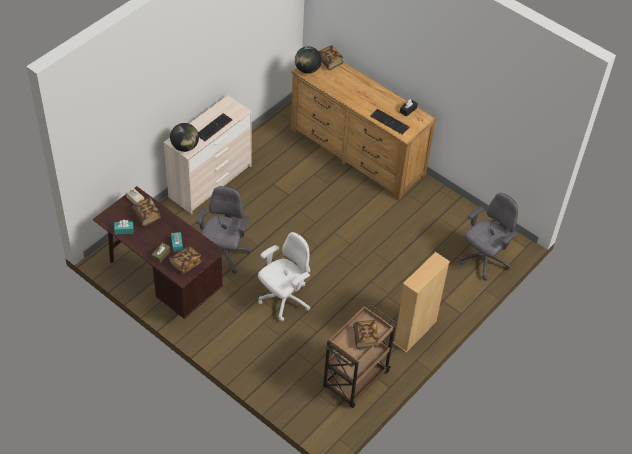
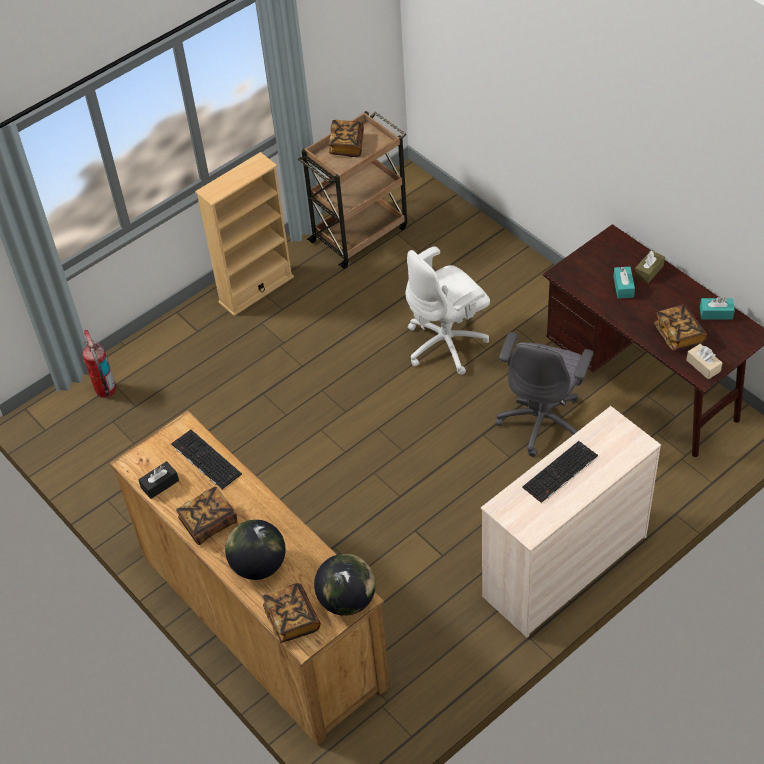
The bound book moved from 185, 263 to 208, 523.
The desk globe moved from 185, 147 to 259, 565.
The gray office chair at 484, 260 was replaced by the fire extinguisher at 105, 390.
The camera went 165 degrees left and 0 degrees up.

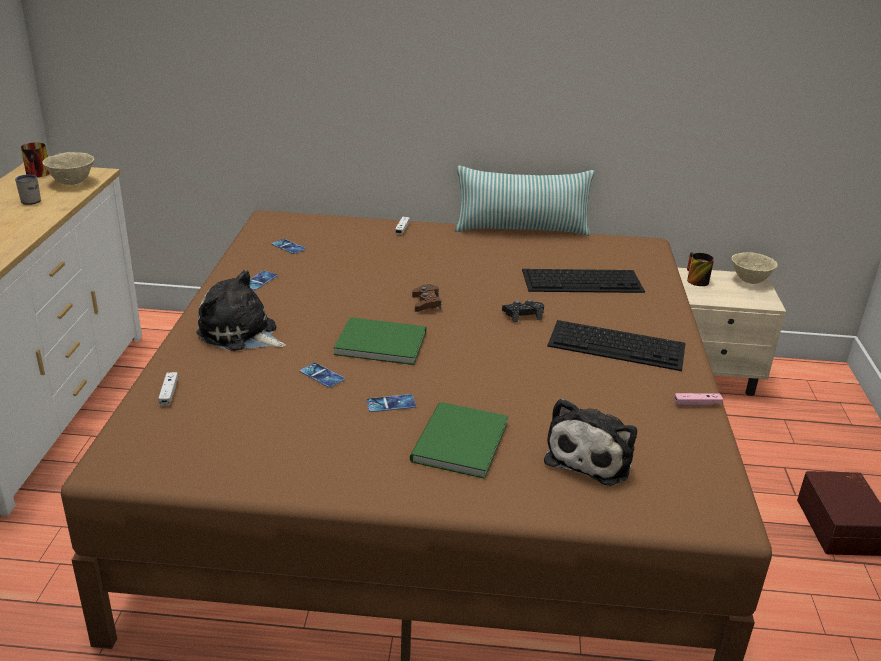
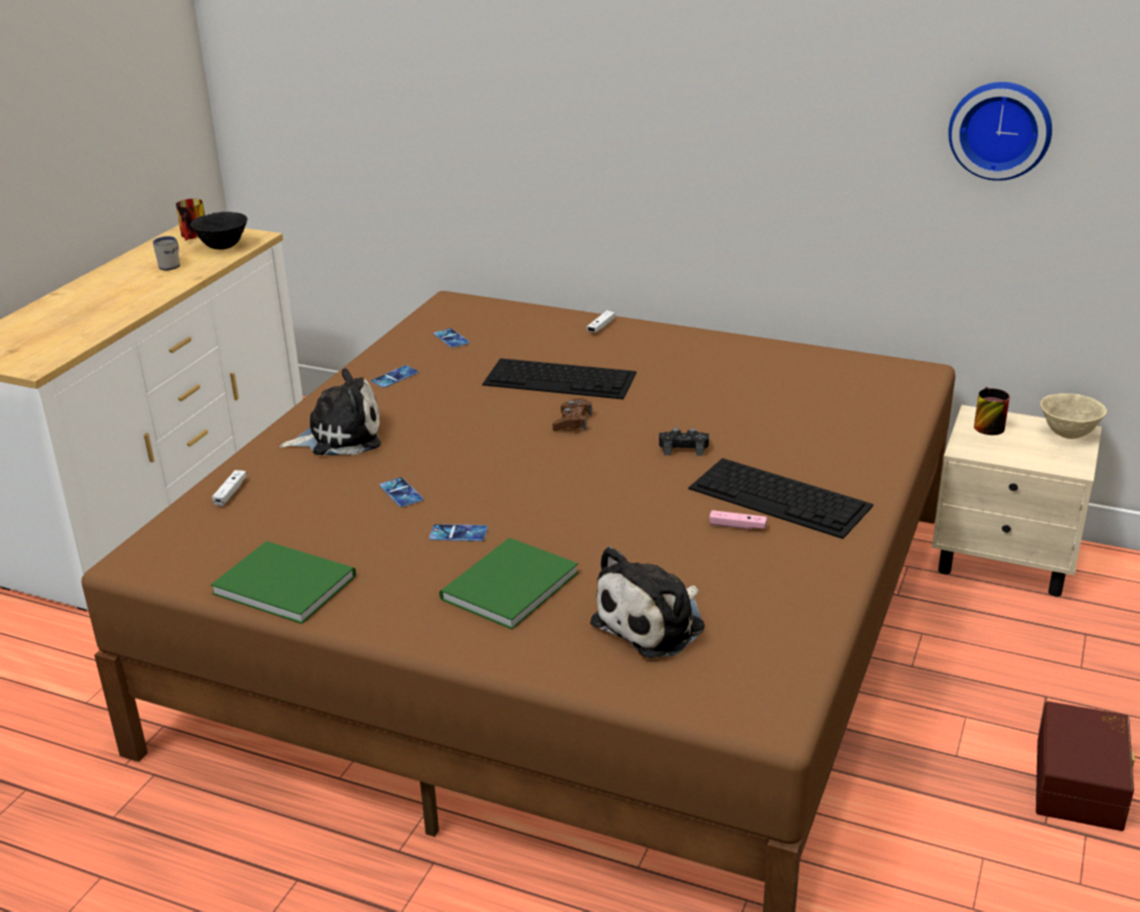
The sand-coloured deep dish at 72, 182 became the black deep dish at 223, 247.
The plush toy at 240, 334 turned 120 degrees clockwise.
The green-coloured bound book moved from 379, 342 to 283, 582.
The cushion at 521, 230 disappeared.
The computer keyboard moved from 583, 280 to 561, 378.
The pinkish joypad moved from 697, 404 to 737, 526.
The hanging clock at 1000, 129 appeared.
The camera went 20 degrees right and 0 degrees up.

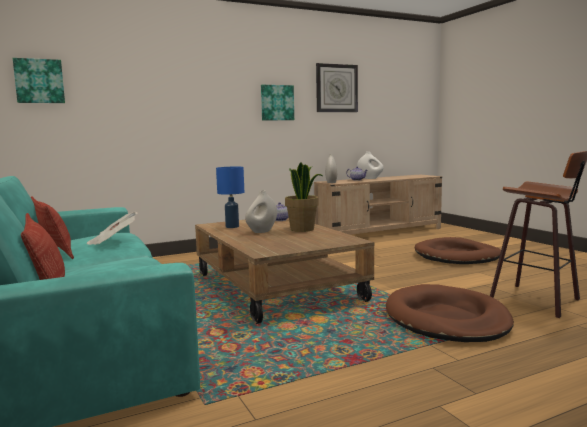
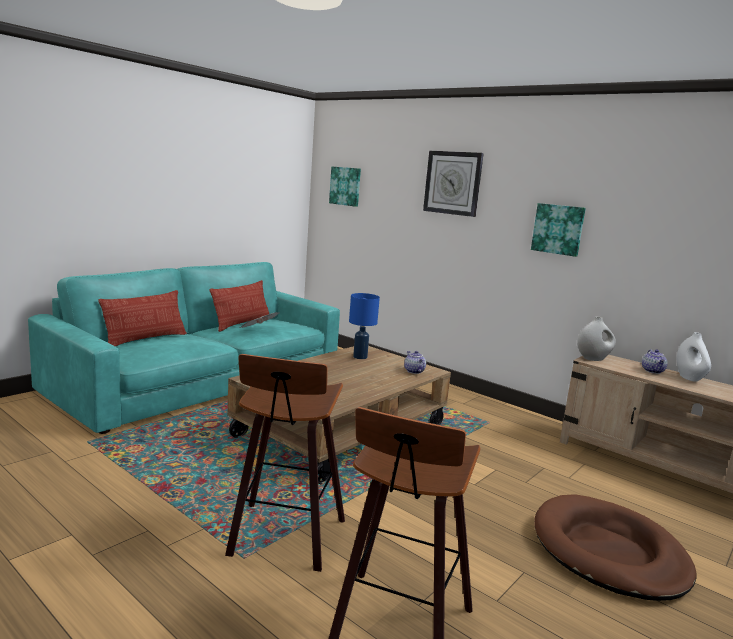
The white vase at 262, 231 disappeared.
The houseplant at 302, 229 disappeared.
The hanging clock moved from 336, 88 to 453, 183.
The brownish dog bed at 446, 319 was replaced by the sitting stool at 285, 538.
The camera went 65 degrees right and 5 degrees up.

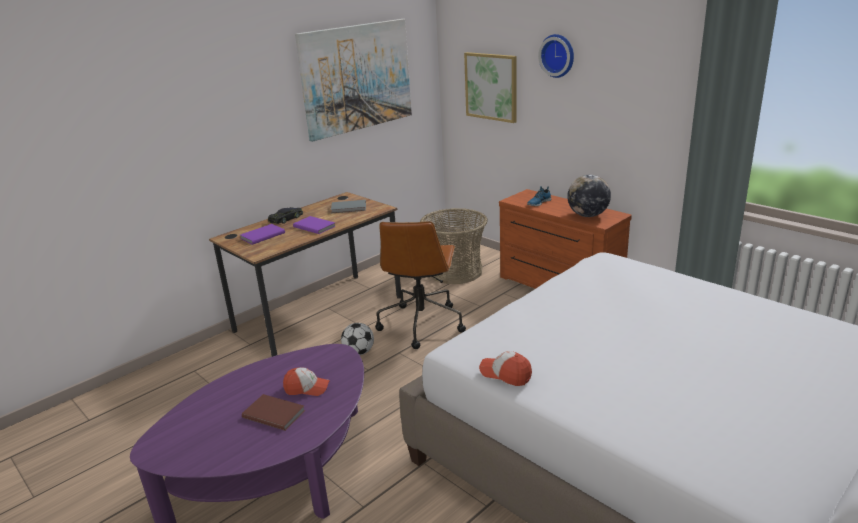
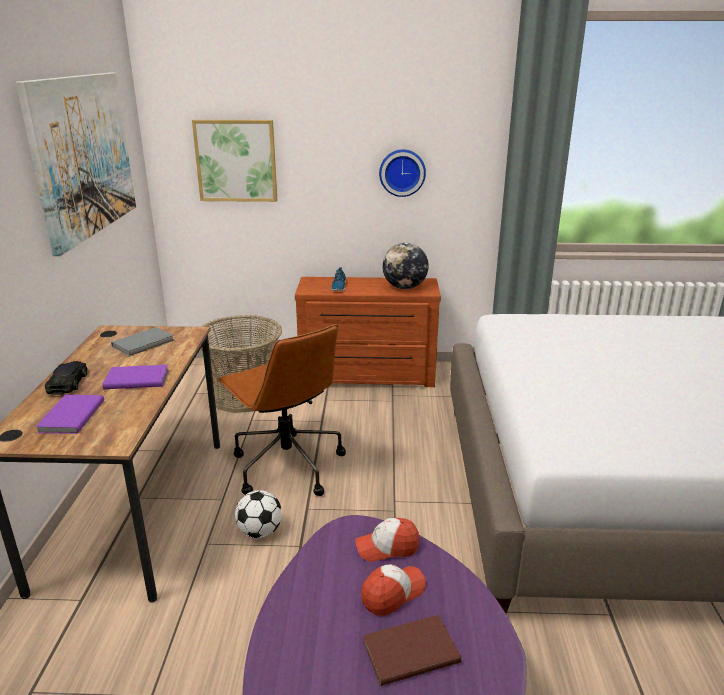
The peaked cap moved from 505, 374 to 387, 547.
The hanging clock moved from 558, 55 to 402, 172.
The camera went 45 degrees left and 0 degrees up.

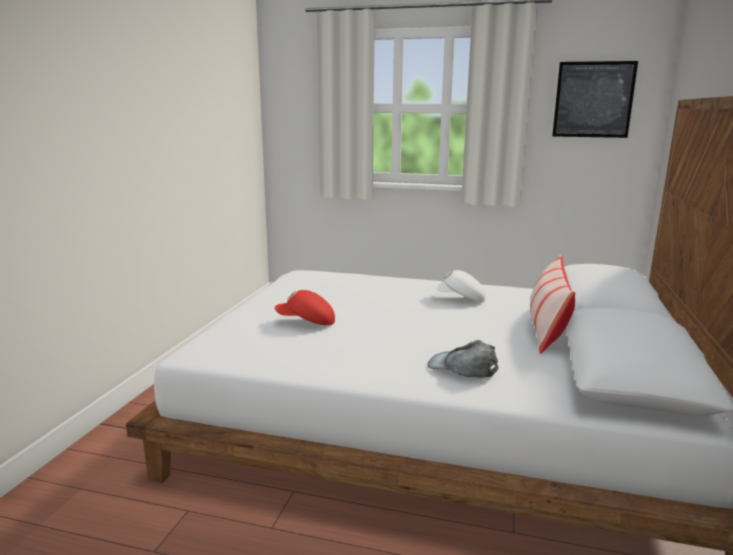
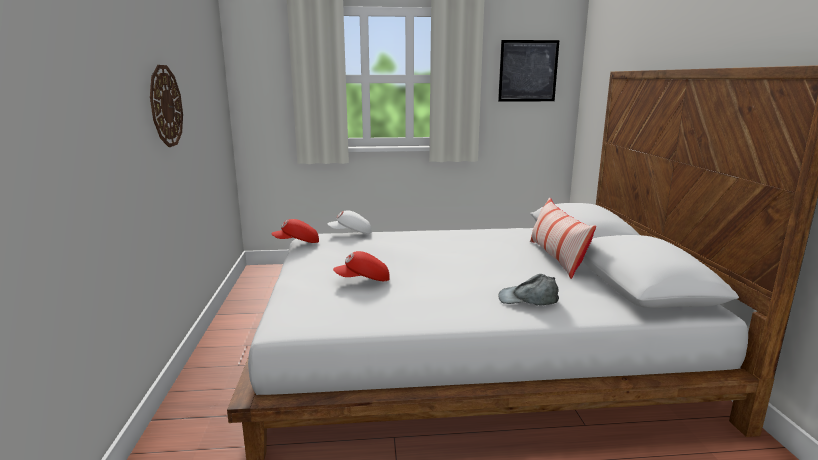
The white peaked cap moved from 459, 299 to 351, 233.
The hanging clock at 165, 106 appeared.
The red peaked cap at 297, 243 appeared.
The camera went 20 degrees left and 0 degrees up.

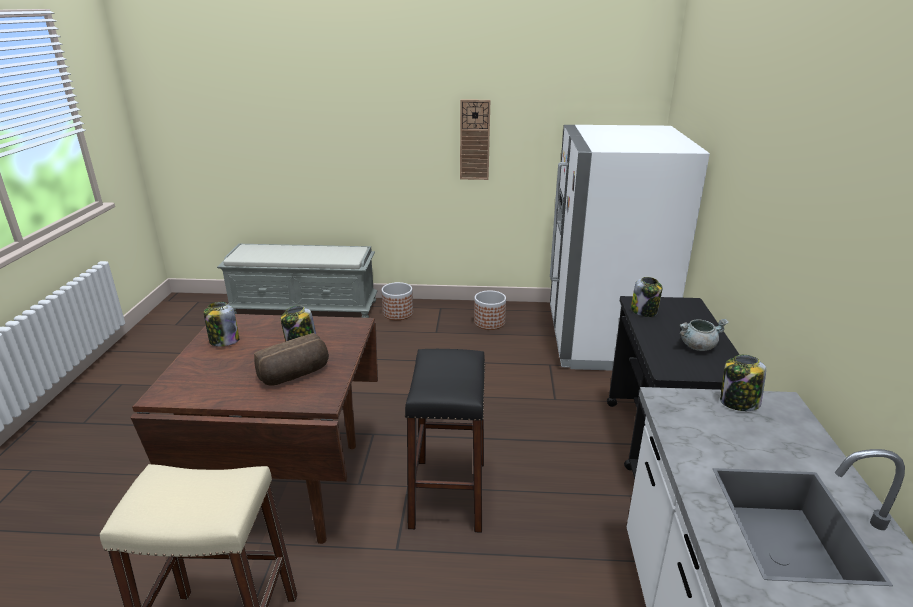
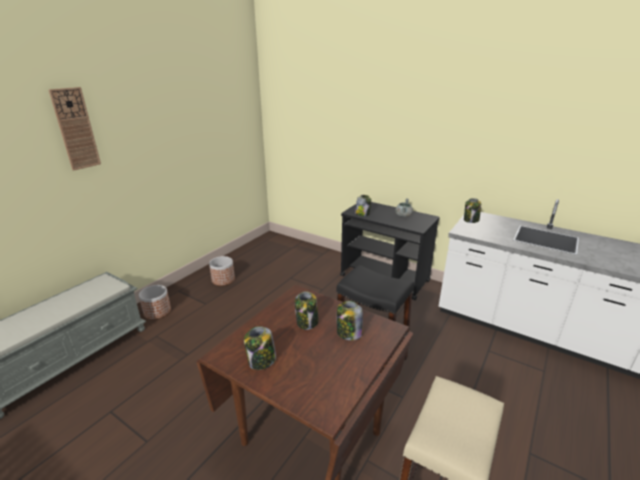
The baked bread at 295, 375 was replaced by the storage jar at 348, 333.
The hanging clock moved from 474, 140 to 75, 129.
The white refrigerator at 603, 340 disappeared.
The camera went 60 degrees left and 0 degrees up.

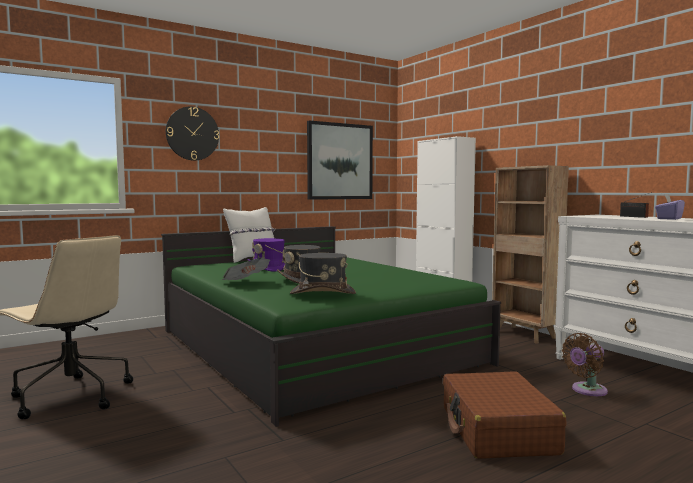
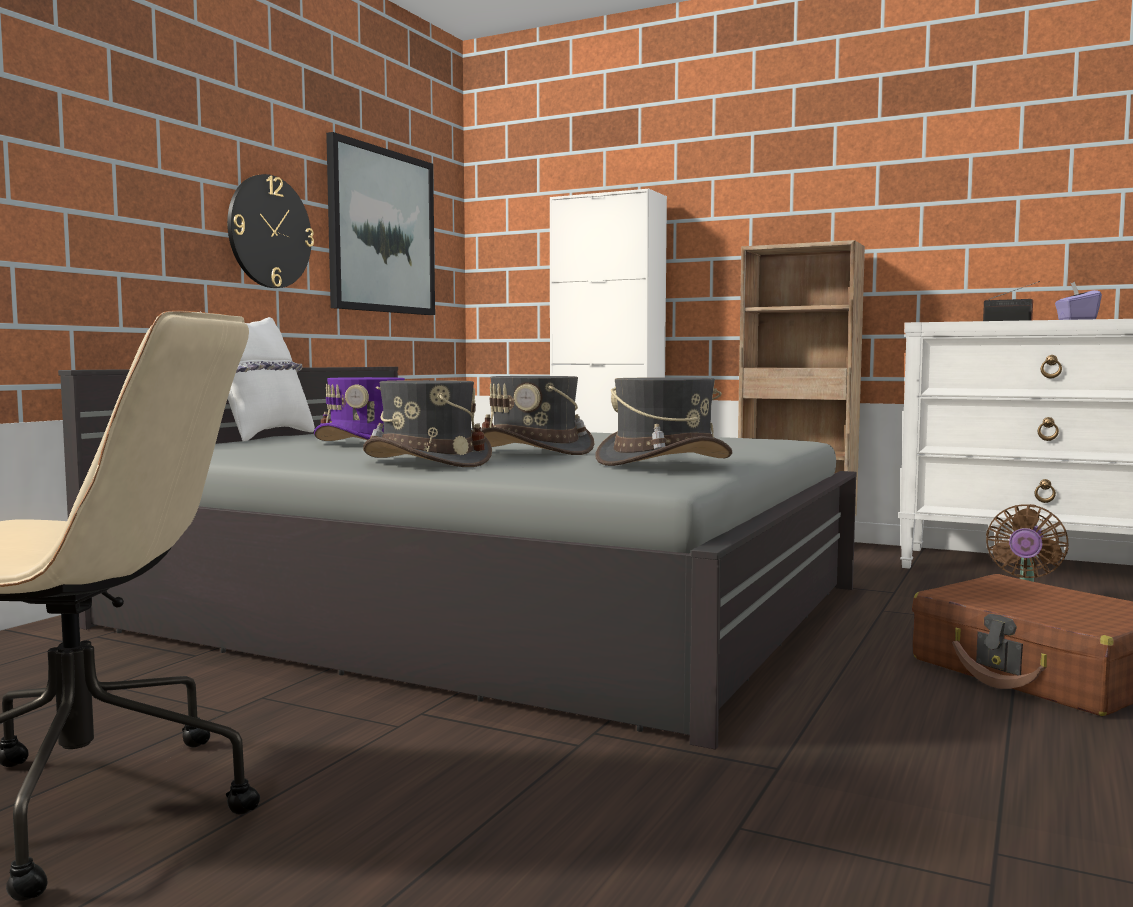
The green-coloured bedroom bed at 313, 346 became the gray bedroom bed at 491, 606.
The hanging clock moved from 192, 133 to 269, 232.
The daily paper at 246, 283 was replaced by the gray clothing hat at 427, 462.
The camera went 30 degrees left and 0 degrees up.

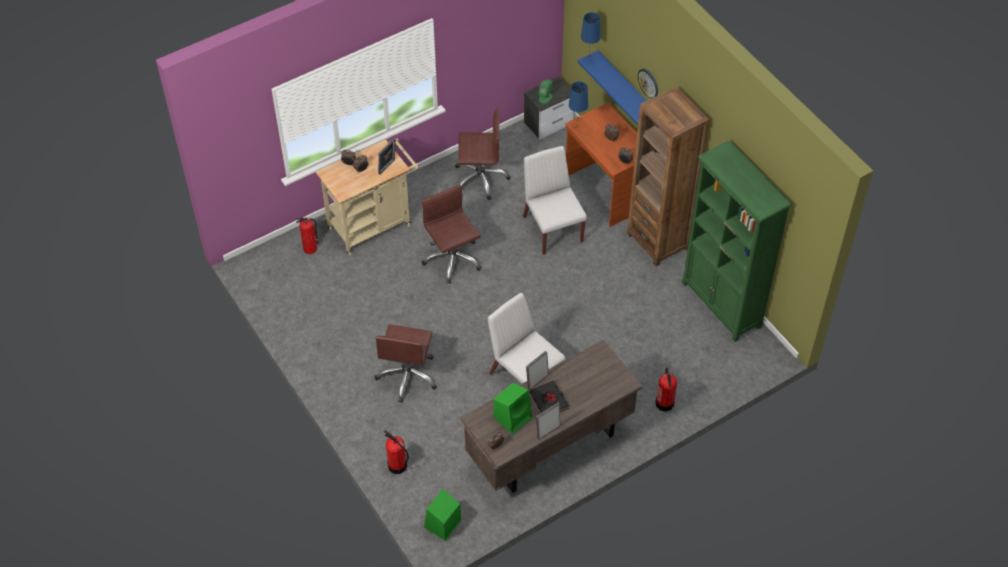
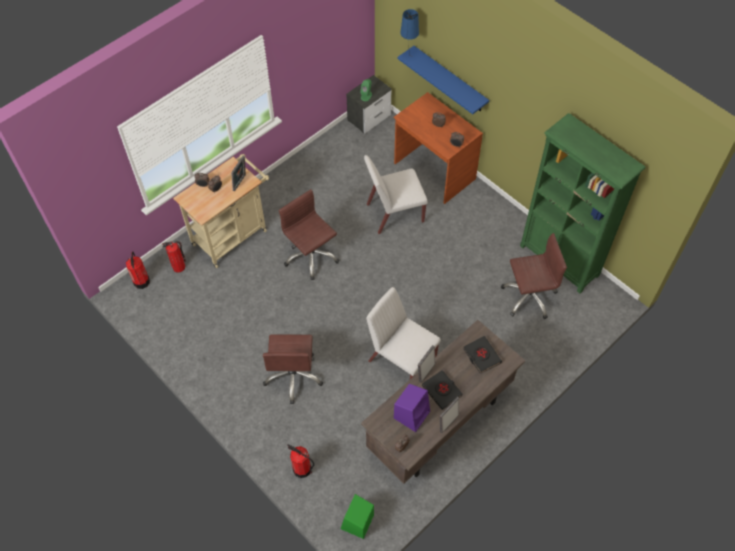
The brownish office chair moved from 480, 178 to 528, 296.
The green-coloured loudspeaker at 513, 417 became the purplish loudspeaker at 412, 414.
The white chair at 552, 228 turned 75 degrees counterclockwise.
The bluish tabletop lamp at 577, 129 disappeared.
The brownish bookshelf at 658, 241 disappeared.
The hanging clock at 648, 83 disappeared.
The fire extinguisher moved from 664, 403 to 142, 281.
The black bound book at 481, 356 appeared.
The camera went 10 degrees left and 5 degrees up.

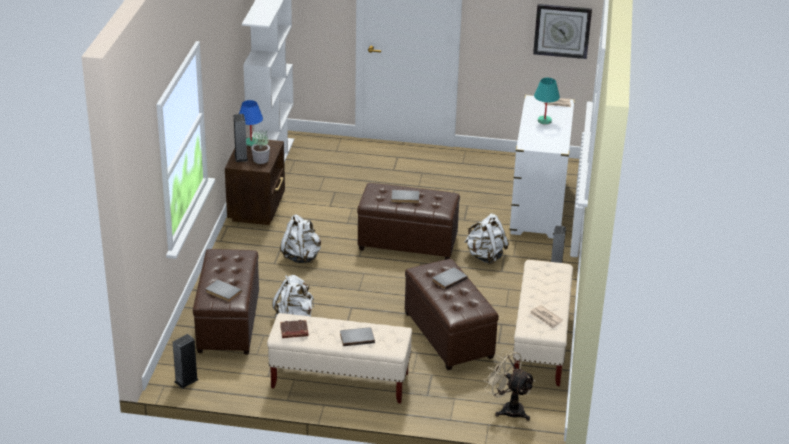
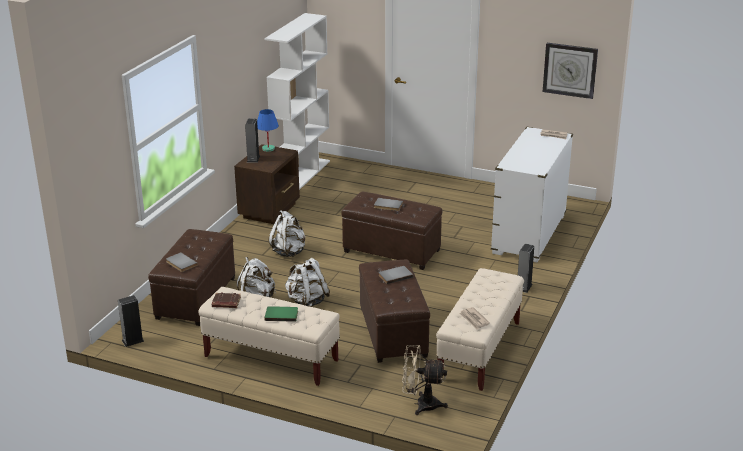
The houseplant at 261, 160 disappeared.
The gray bound book at 357, 337 became the green-coloured bound book at 281, 314.
The white backpack moved from 485, 256 to 307, 301.
The sand-coloured fan at 508, 409 turned 45 degrees counterclockwise.
The blue-green tabletop lamp at 544, 121 disappeared.
The camera went 15 degrees right and 5 degrees down.

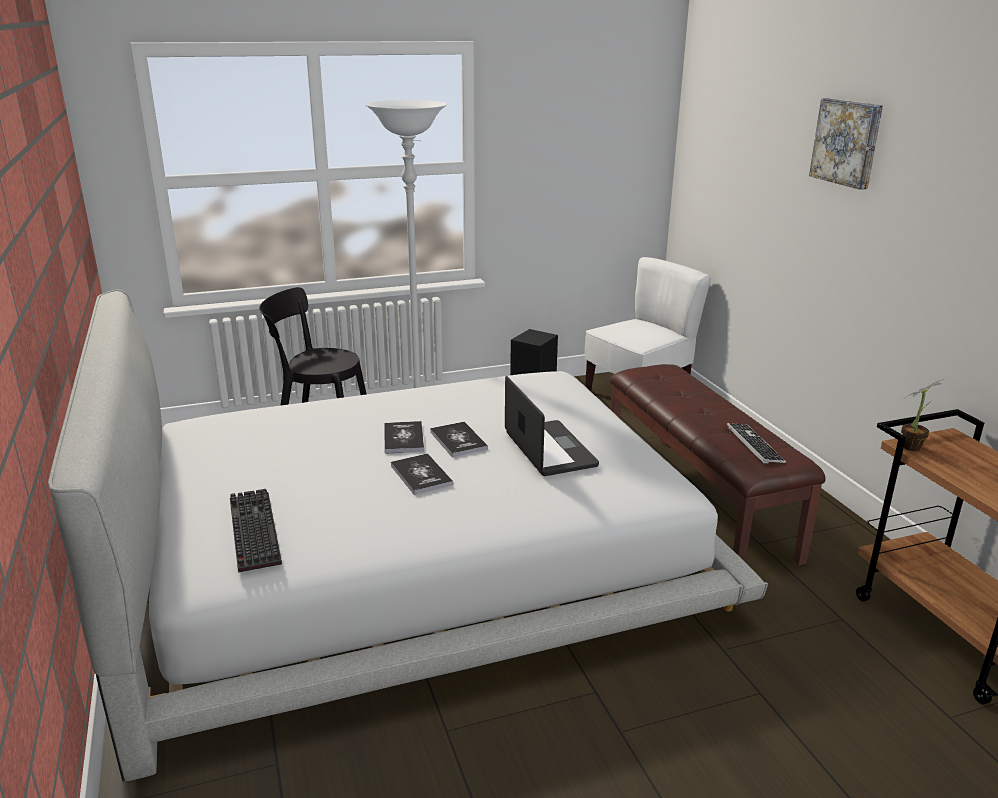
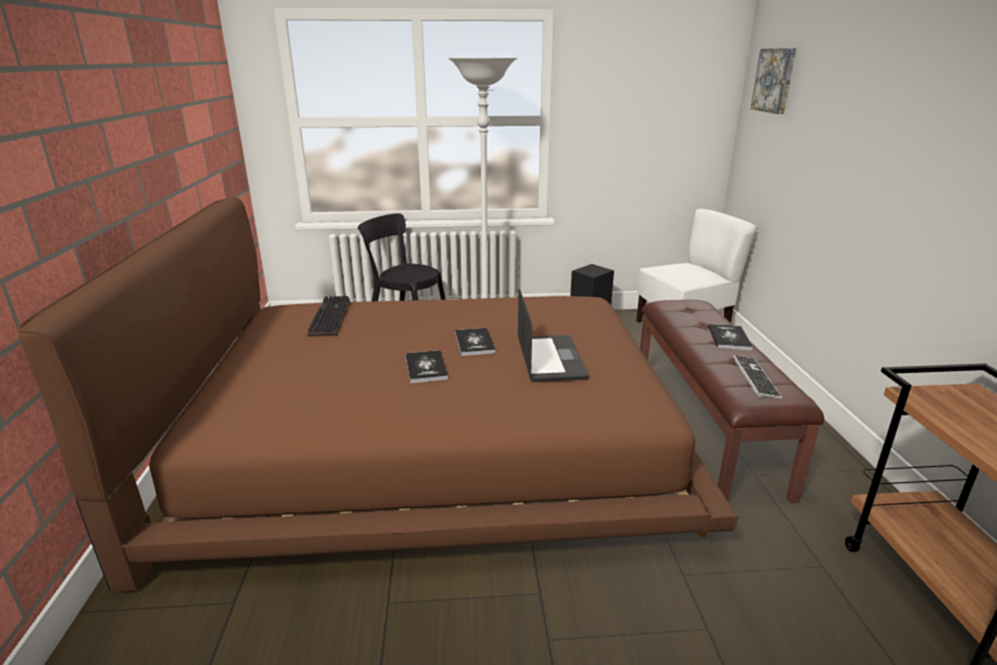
The white bedroom bed at 409, 556 became the brownish bedroom bed at 429, 438.
The computer keyboard moved from 251, 530 to 328, 317.
The bound book moved from 403, 438 to 729, 338.
The picture moved from 847, 142 to 775, 80.
The houseplant at 913, 446 disappeared.
The camera went 15 degrees right and 0 degrees up.

